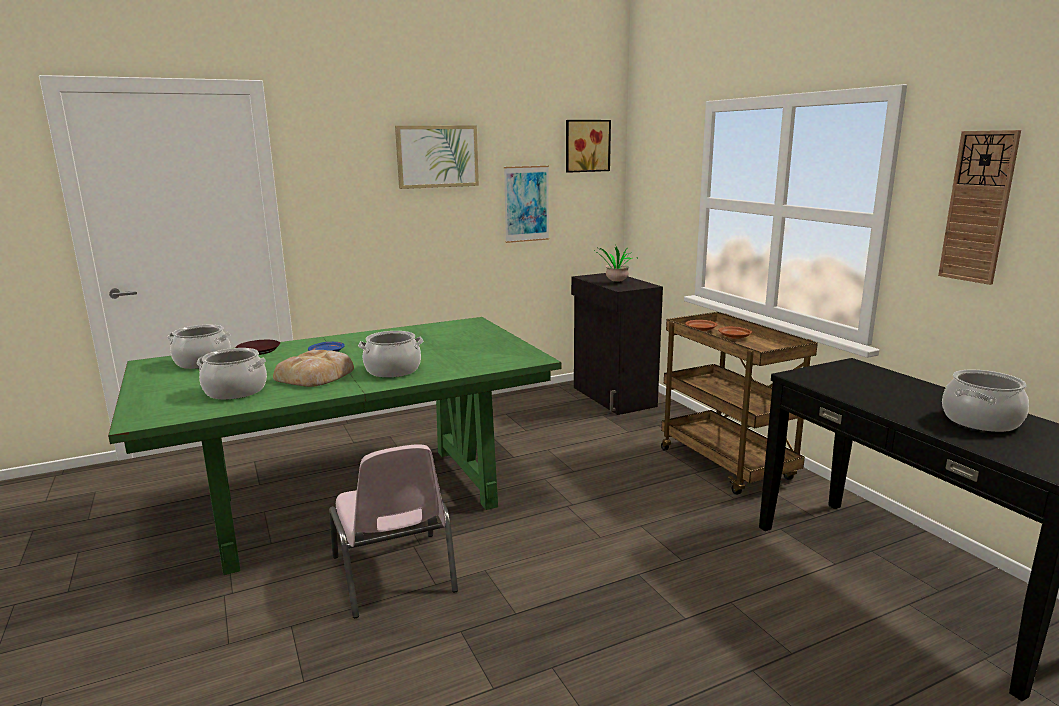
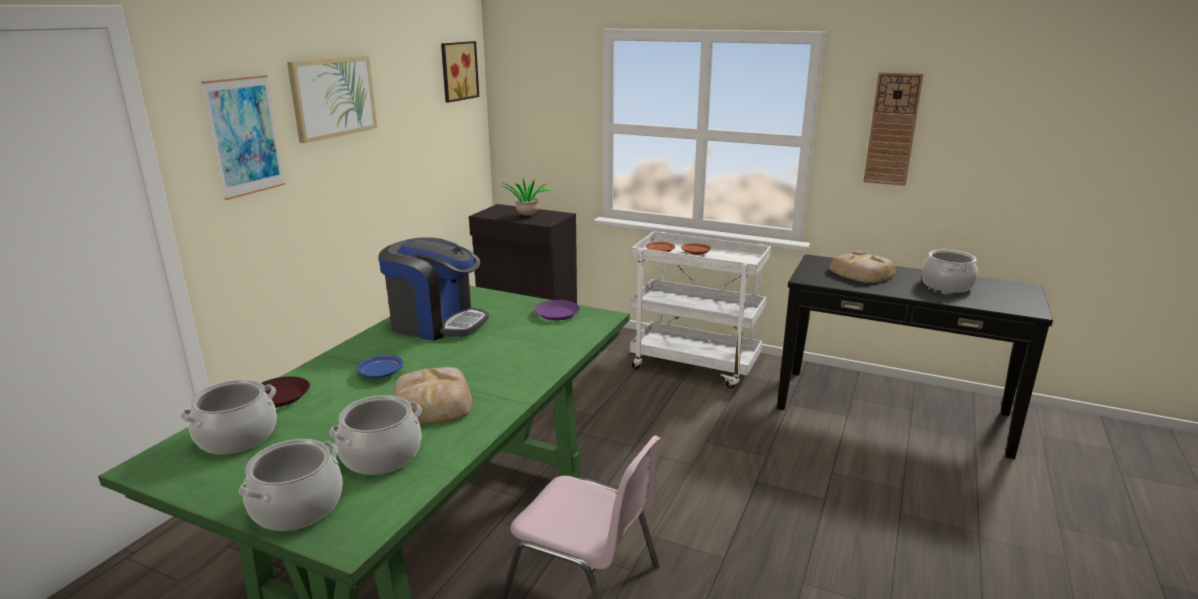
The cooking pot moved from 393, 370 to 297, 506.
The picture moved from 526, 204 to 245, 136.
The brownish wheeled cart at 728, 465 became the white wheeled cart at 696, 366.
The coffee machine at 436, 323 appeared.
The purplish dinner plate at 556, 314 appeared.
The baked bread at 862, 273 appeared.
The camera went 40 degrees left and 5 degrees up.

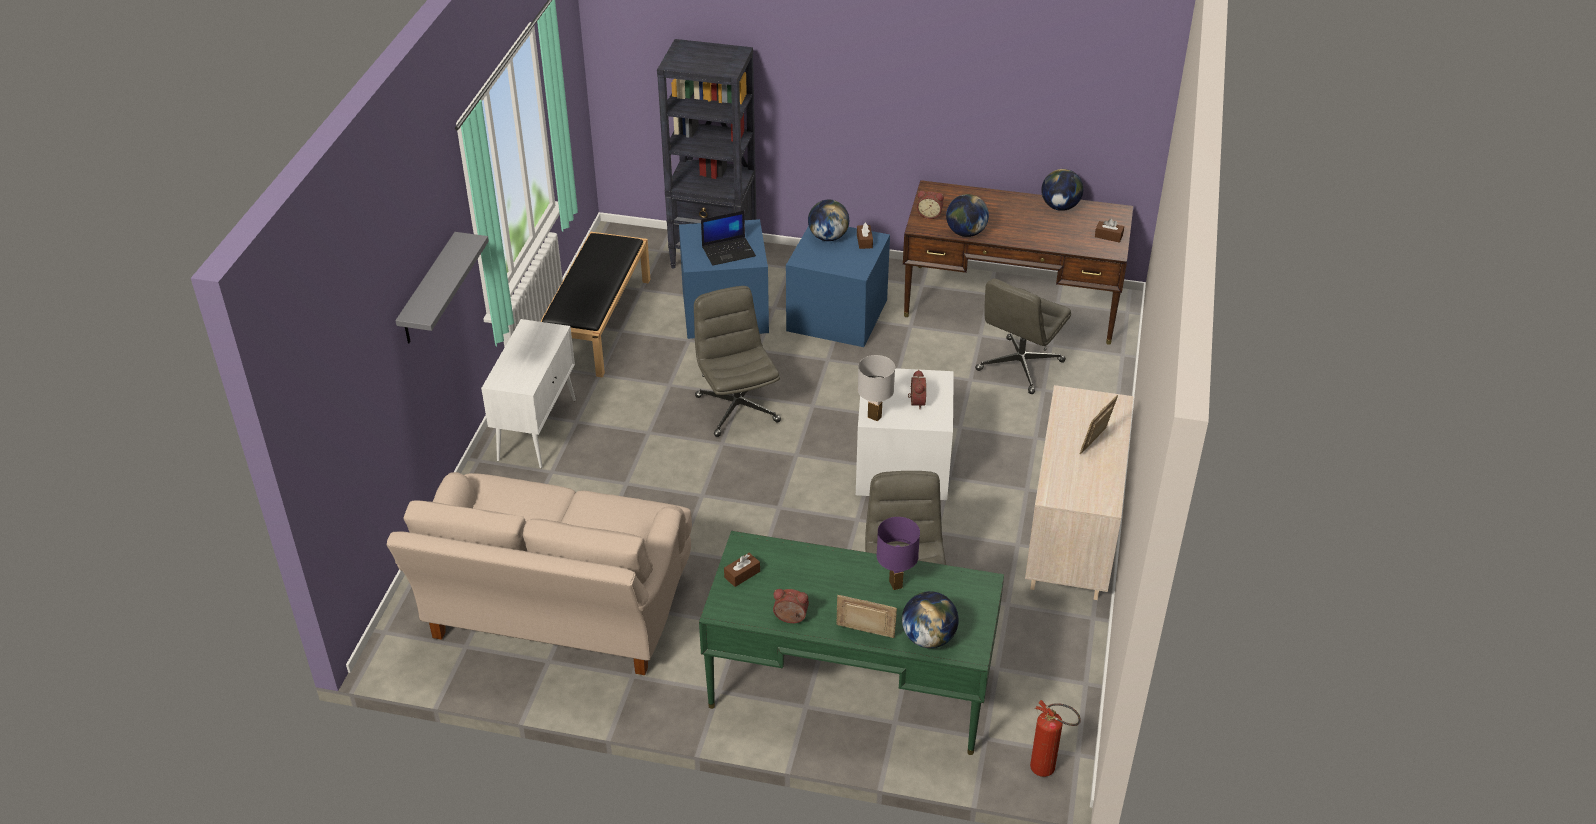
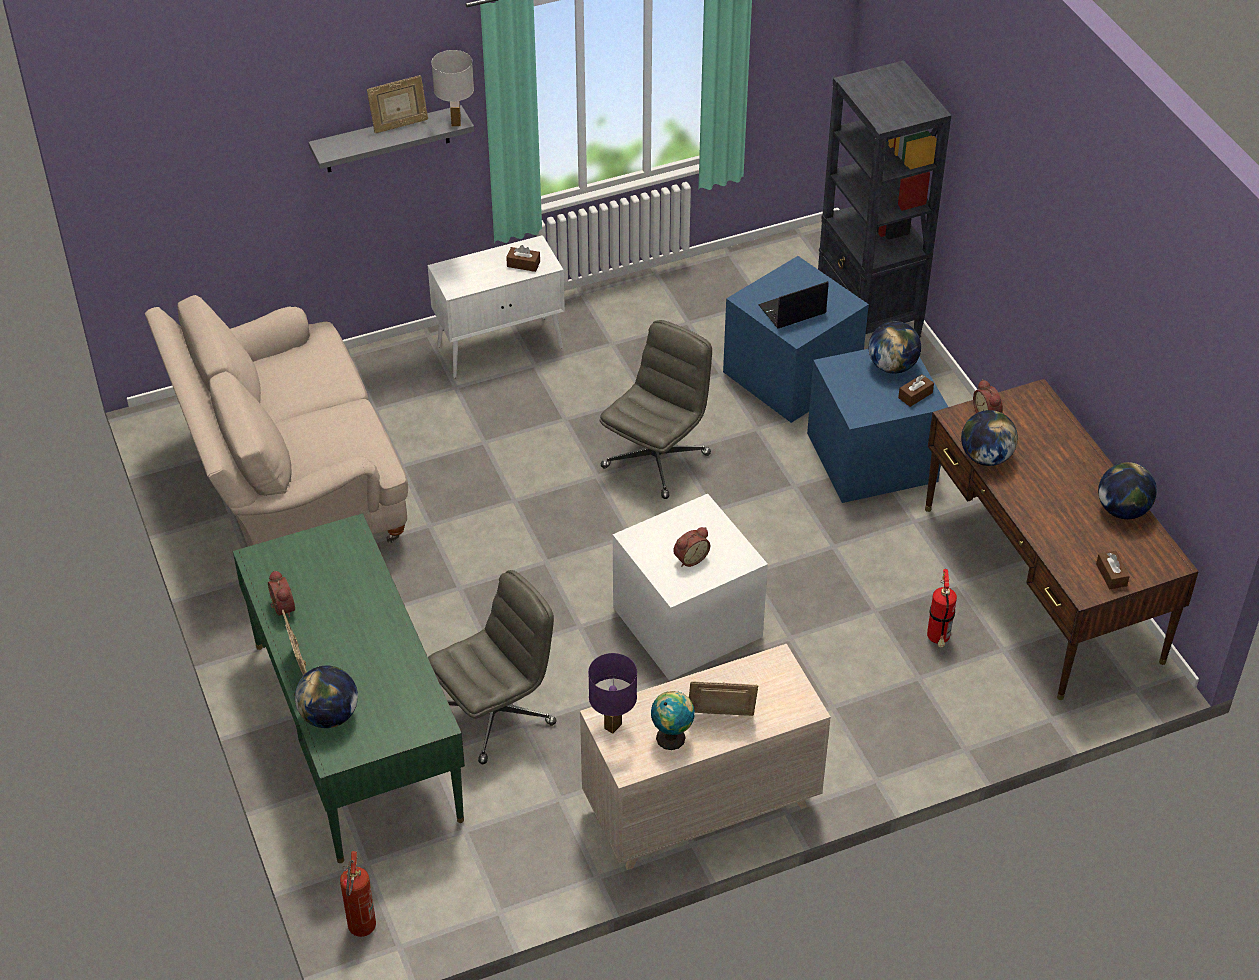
The black bench at 598, 322 disappeared.
The portable computer at 729, 251 turned 120 degrees clockwise.
The brownish tissue holder moved from 742, 574 to 523, 264.
The white tabletop lamp moved from 875, 417 to 456, 122.
The purplish tabletop lamp moved from 896, 584 to 613, 726.
The gray office chair at 1019, 366 was replaced by the fire extinguisher at 938, 640.
The photo frame at 399, 125 appeared.
The desk globe at 672, 737 appeared.
The camera went 55 degrees right and 5 degrees up.

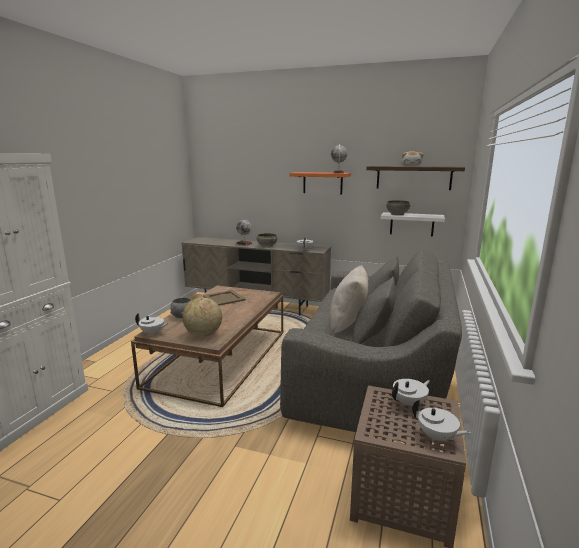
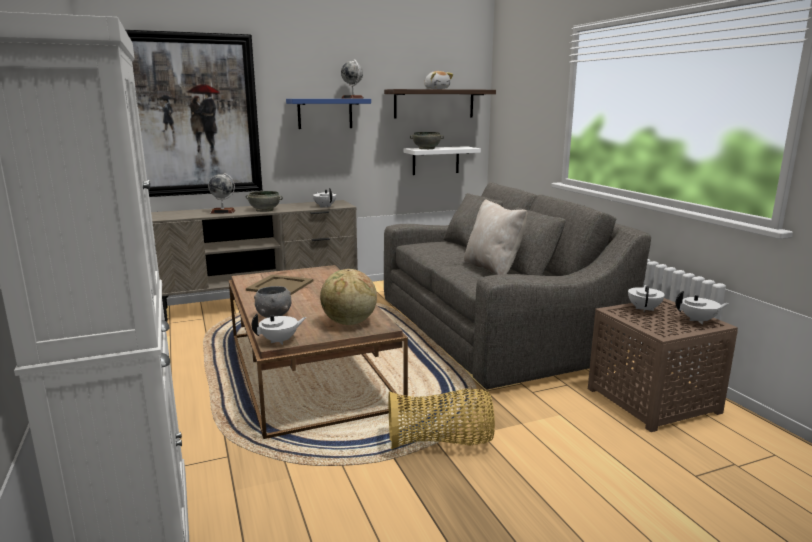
The orangey bracket shelf at 322, 183 became the bluish bracket shelf at 325, 113.
The picture at 193, 116 appeared.
The storage basket at 441, 442 appeared.
The camera went 40 degrees left and 0 degrees up.

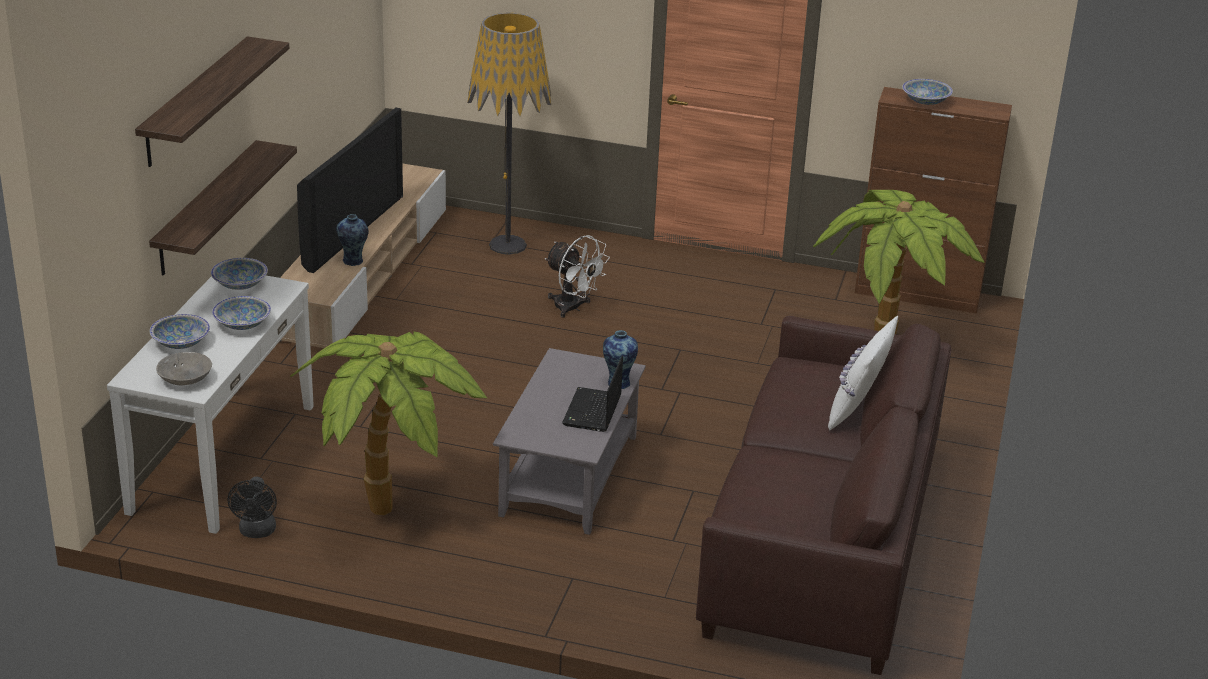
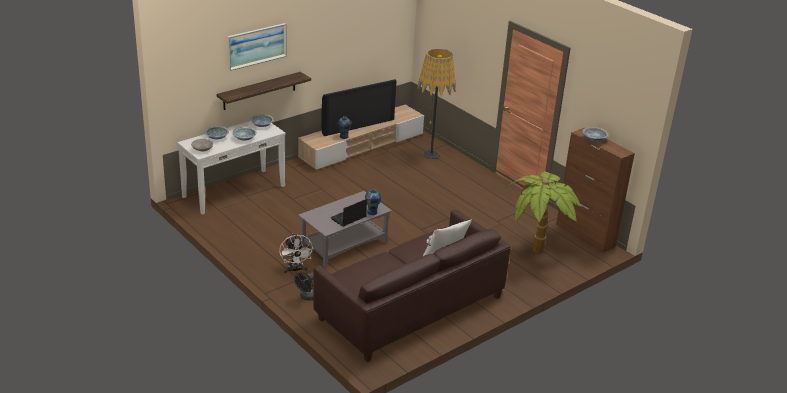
The bracket shelf at 195, 102 was replaced by the picture at 257, 46.
The black fan moved from 257, 532 to 306, 297.
The houseplant at 392, 512 disappeared.
The white fan moved from 573, 308 to 295, 270.
The camera went 35 degrees right and 0 degrees up.

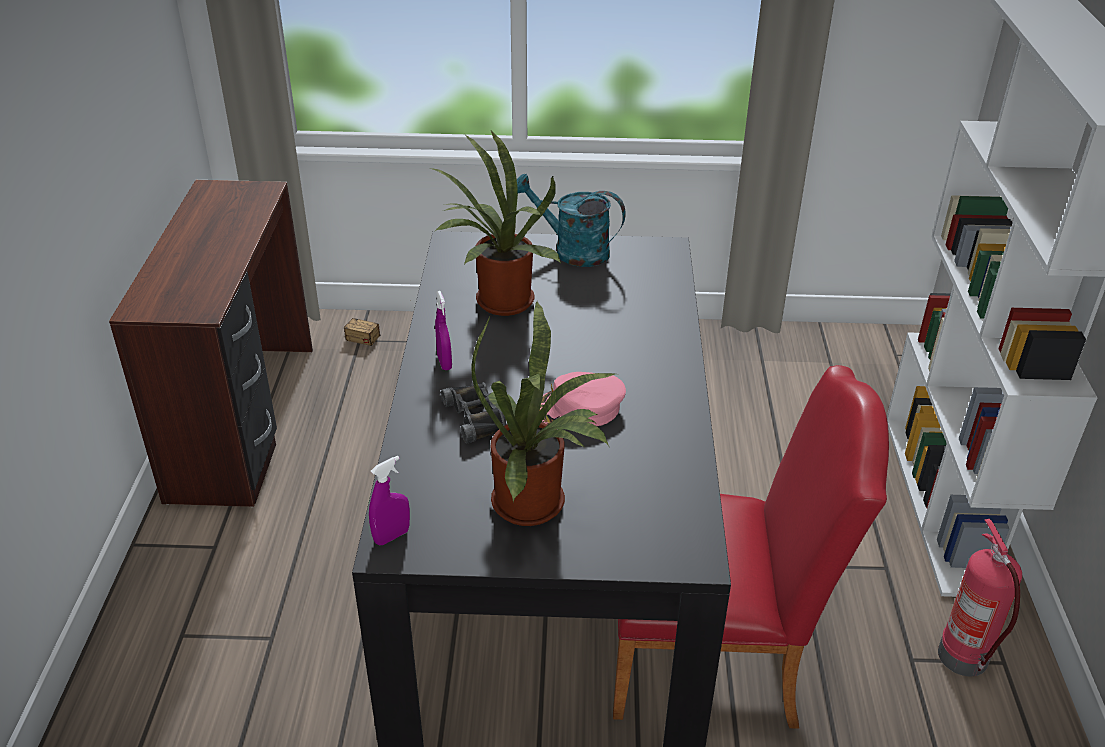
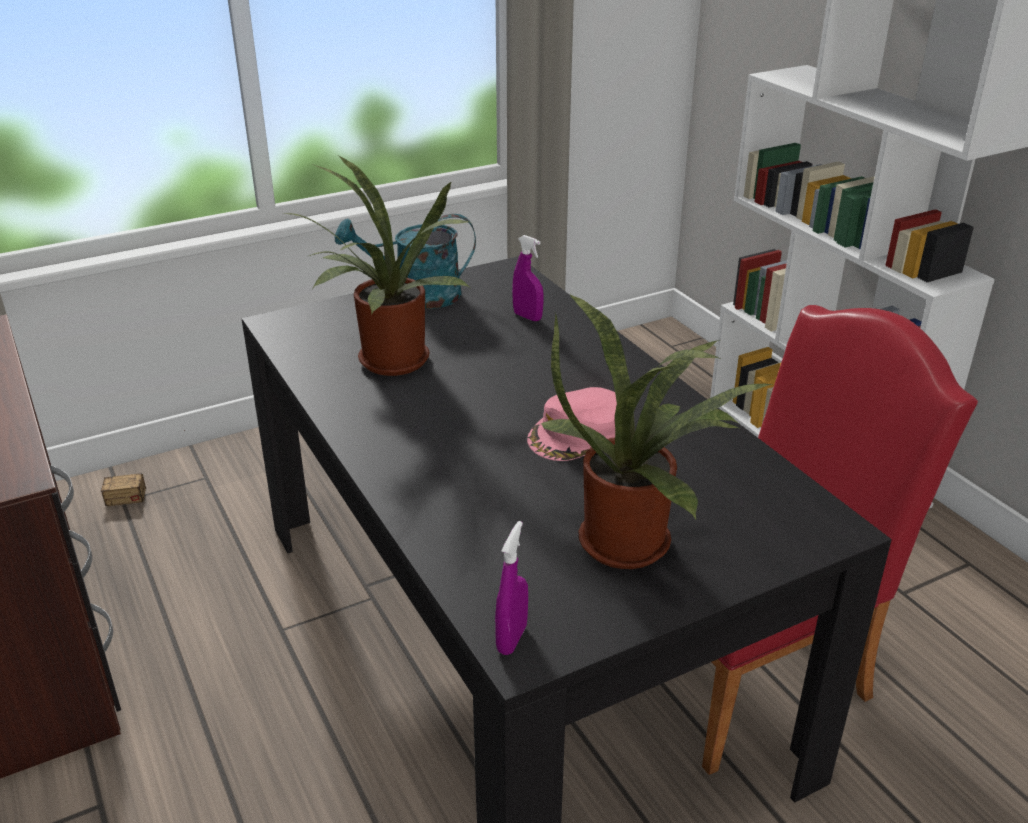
The purplish sprayer moved from 444, 362 to 527, 317.
The black field glasses at 479, 416 disappeared.
The fire extinguisher at 965, 658 disappeared.
The camera went 30 degrees left and 5 degrees down.

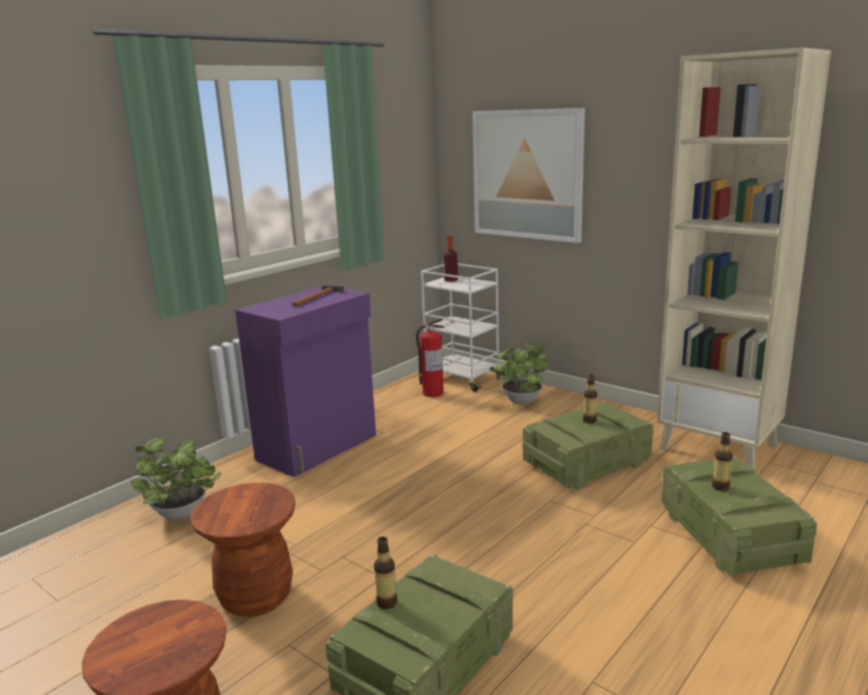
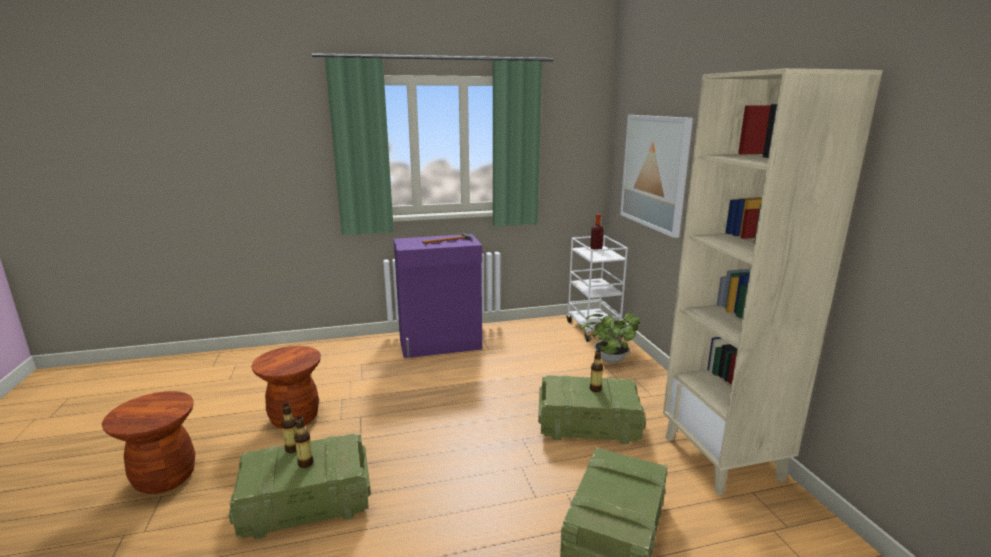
The houseplant at 183, 515 disappeared.
The fire extinguisher at 432, 393 disappeared.
The drink bottle moved from 720, 487 to 305, 463.
The camera went 35 degrees right and 0 degrees up.

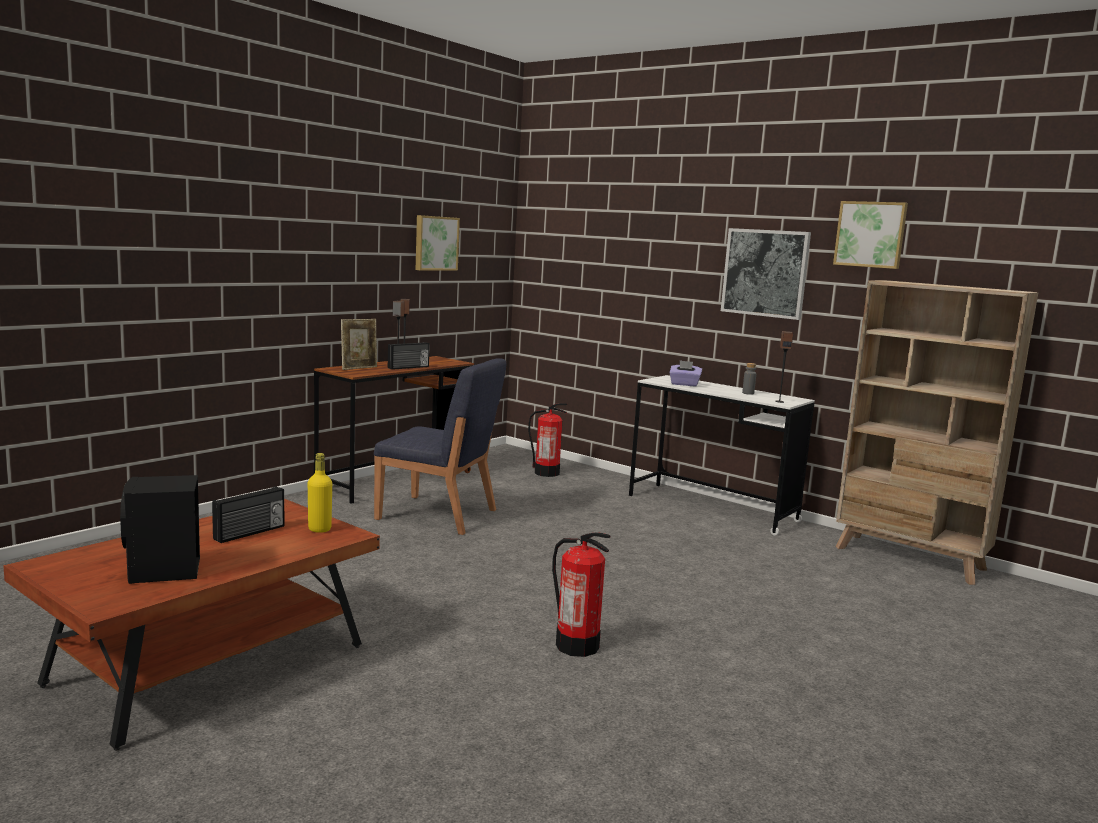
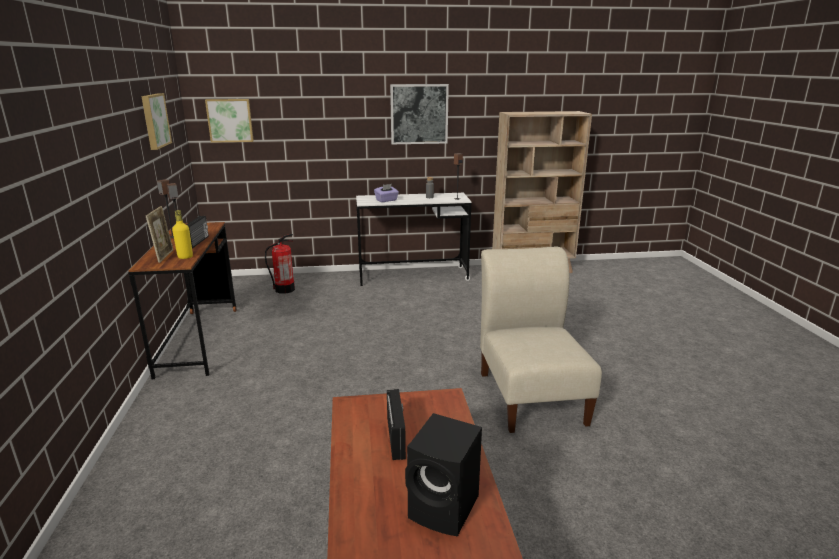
The yellow drink bottle moved from 319, 529 to 185, 257.
The bluish chair at 438, 515 disappeared.
The fire extinguisher at 577, 645 was replaced by the sand-coloured chair at 530, 395.
The picture moved from 870, 234 to 230, 120.
The camera went 45 degrees left and 10 degrees up.

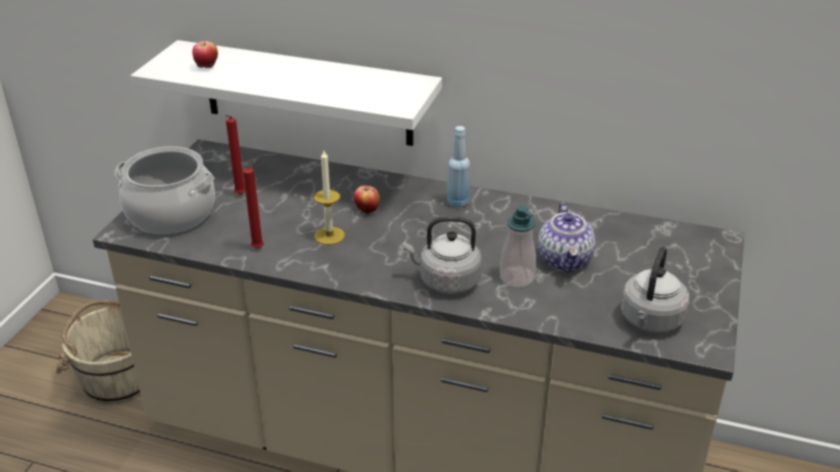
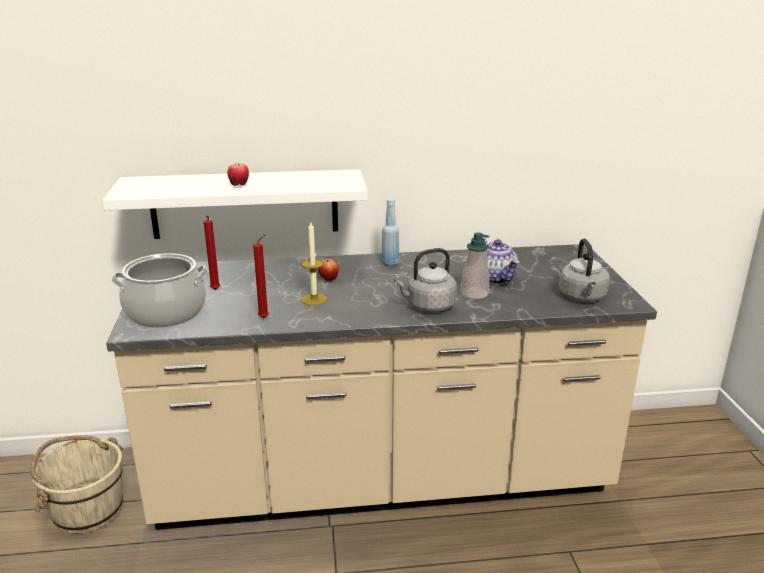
The apple fruit moved from 207, 67 to 239, 186.
The camera went 25 degrees left and 10 degrees down.

